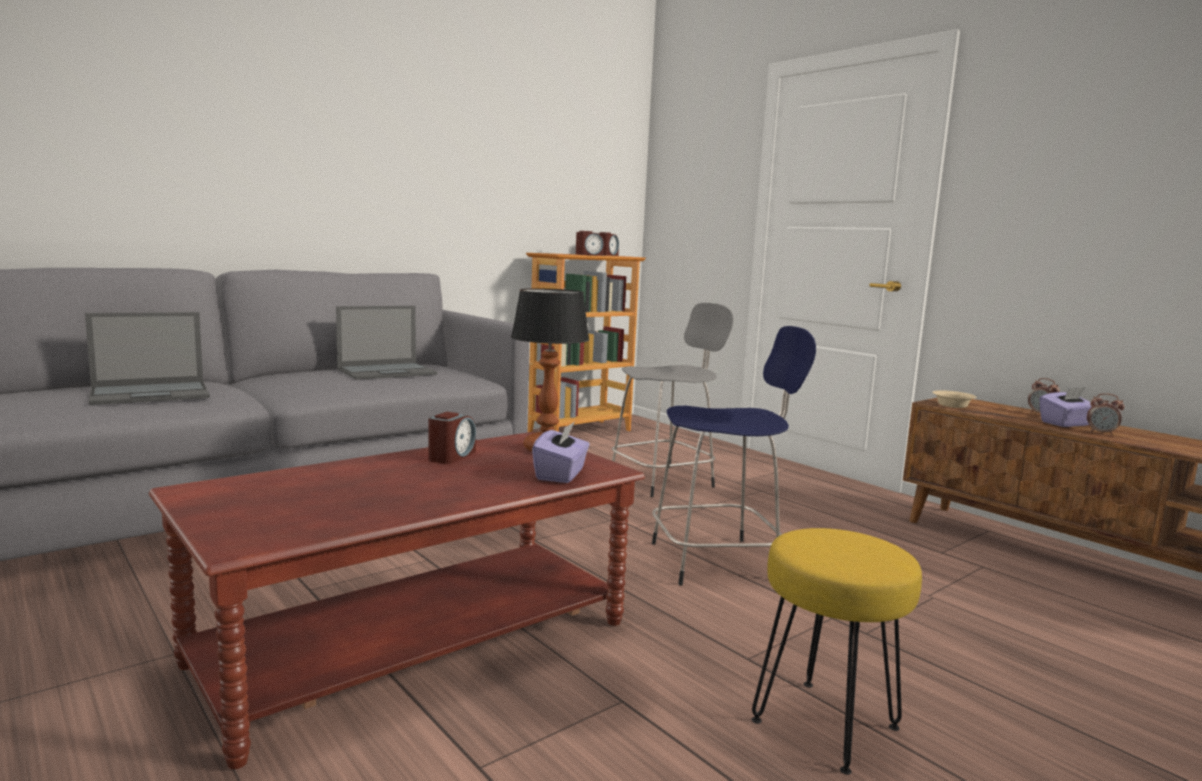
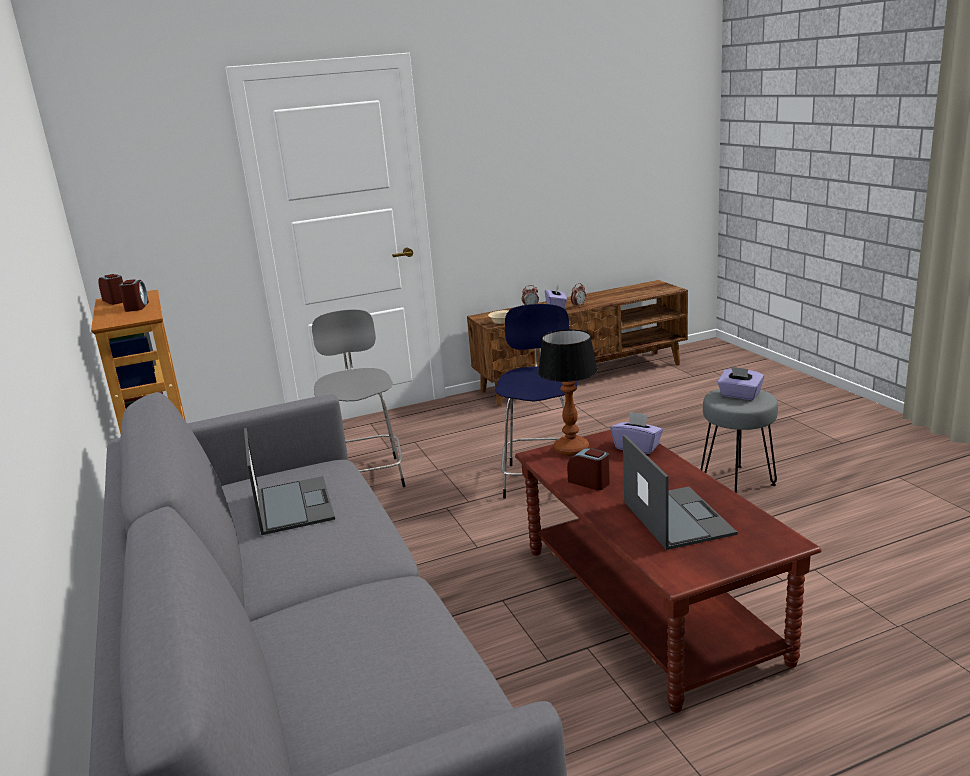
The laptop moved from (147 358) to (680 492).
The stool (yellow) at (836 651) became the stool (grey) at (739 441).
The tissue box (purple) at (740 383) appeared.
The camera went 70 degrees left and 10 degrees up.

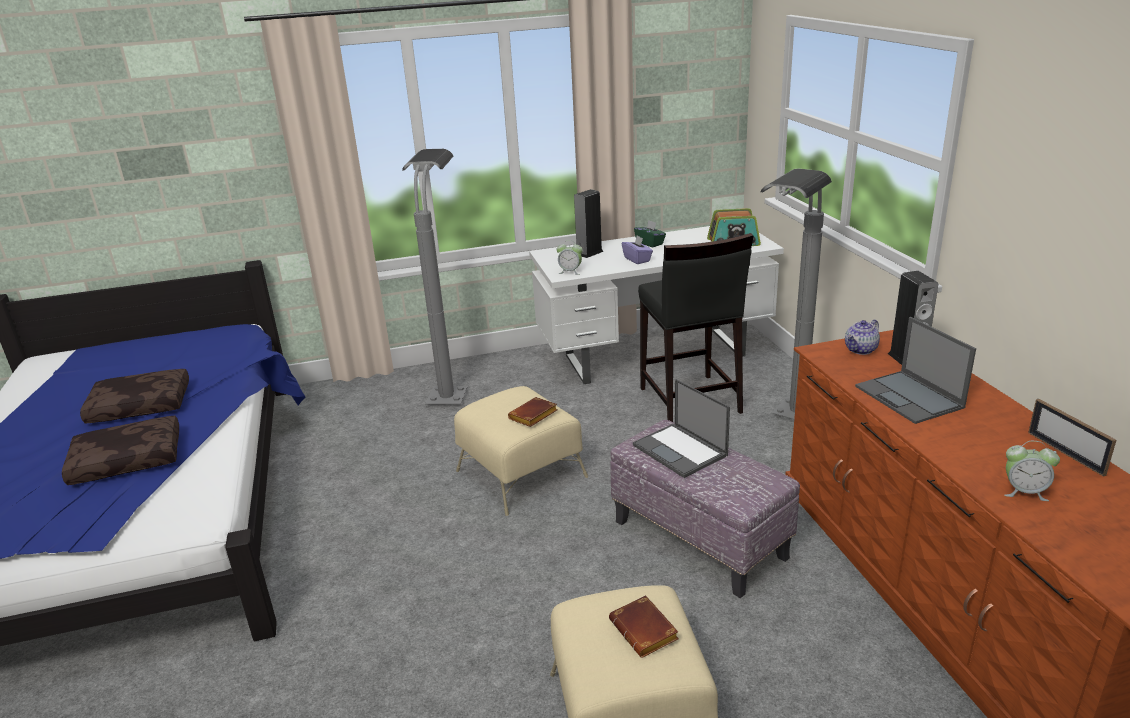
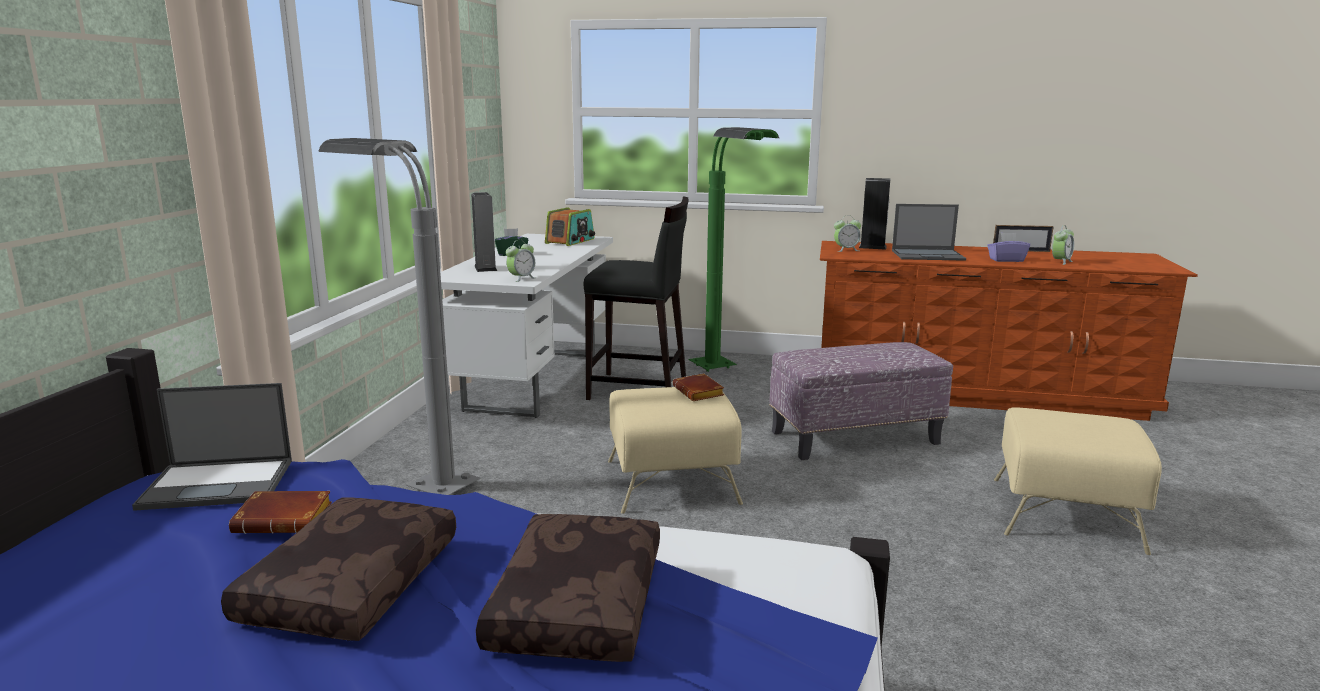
The laptop moved from (681 428) to (212 447).
The book (brown) moved from (644 626) to (280 512).
The floor lamp (grey) at (796 294) became the floor lamp (green) at (734 249).
The teapot at (862 337) was replaced by the alarm clock at (847 233).
The tissue box (purple) moved from (637 249) to (1008 247).
The camera went 65 degrees left and 10 degrees down.

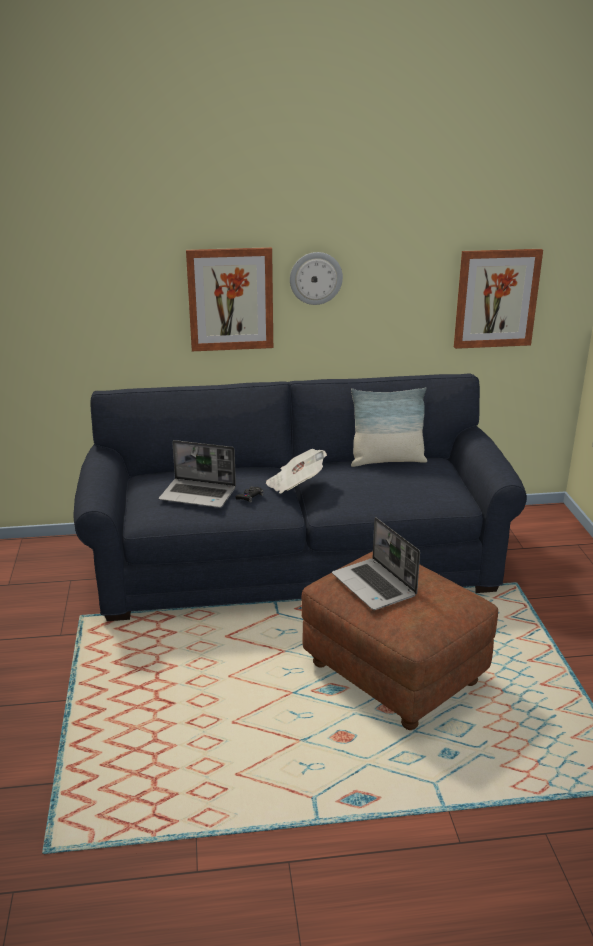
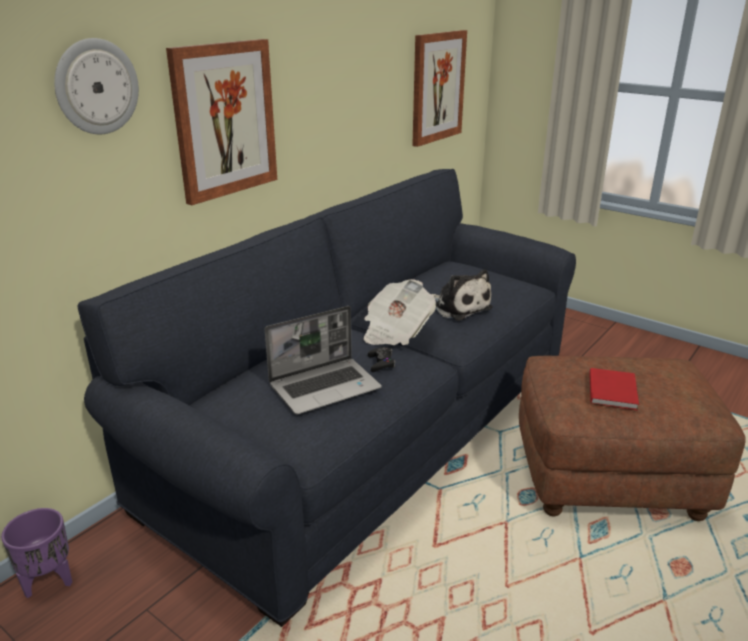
The planter (purple) at (36 553) appeared.
The wall clock moved from (316 278) to (96 86).
The plush toy at (462 295) appeared.
The laptop at (376 563) was replaced by the book (red) at (614 389).
The pillow at (389 427) disappeared.
The camera went 45 degrees left and 0 degrees up.

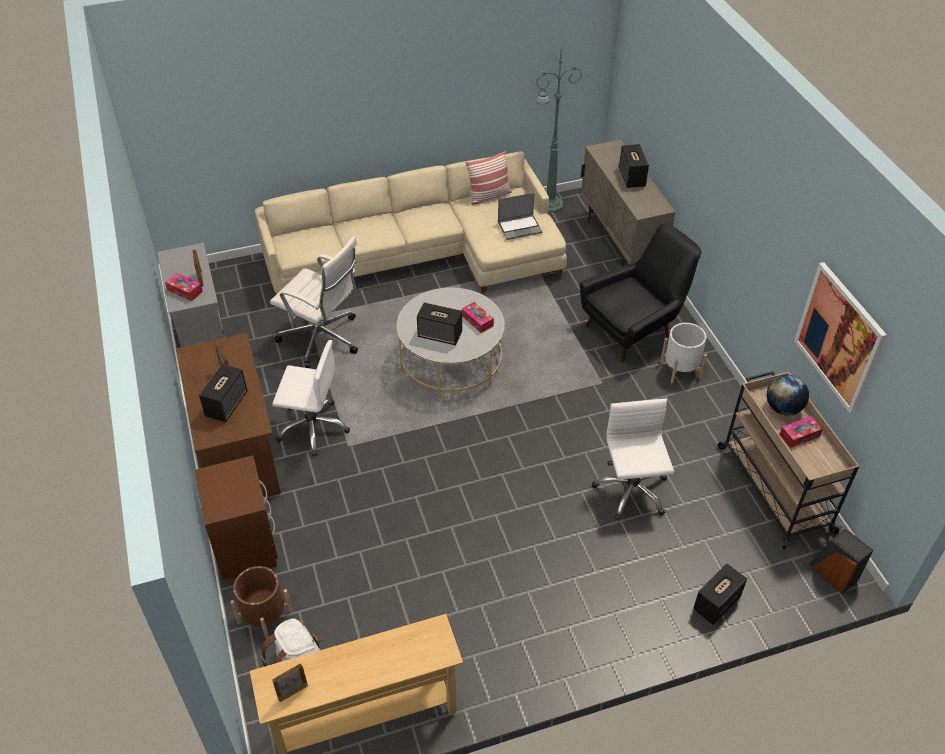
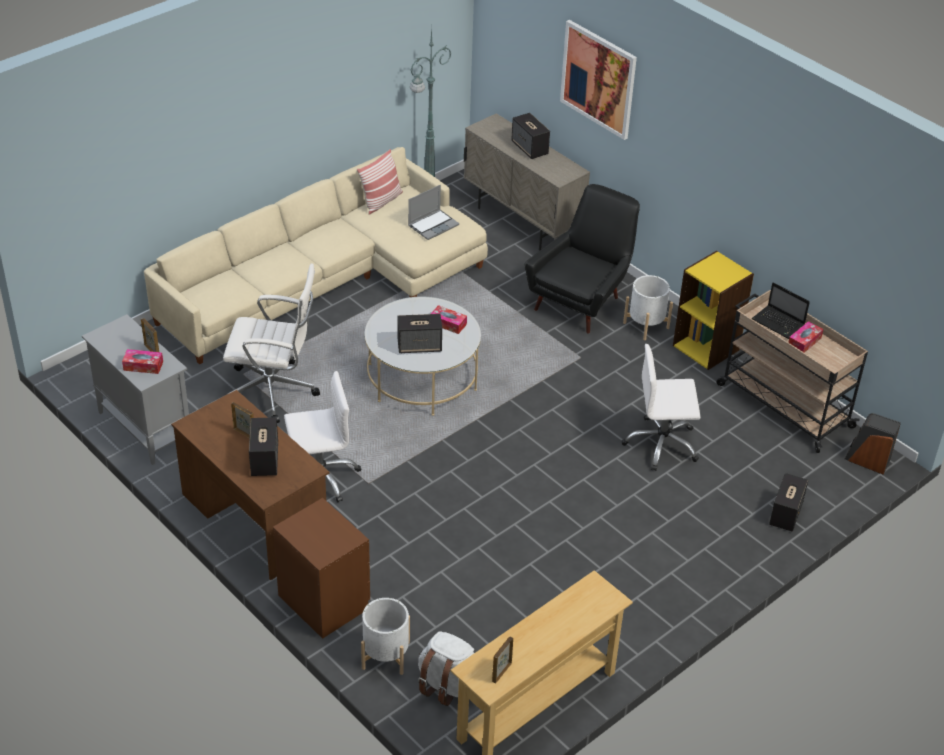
The planter (brown) at (262 602) became the planter (white) at (385 636).
The picture moved from (840 338) to (598 80).
The office chair (white) at (633 459) turned 60 degrees counterclockwise.
The bookcase (yellow) at (713 310) appeared.
The globe at (788 395) was replaced by the laptop at (781 310).
The camera went 25 degrees left and 5 degrees down.

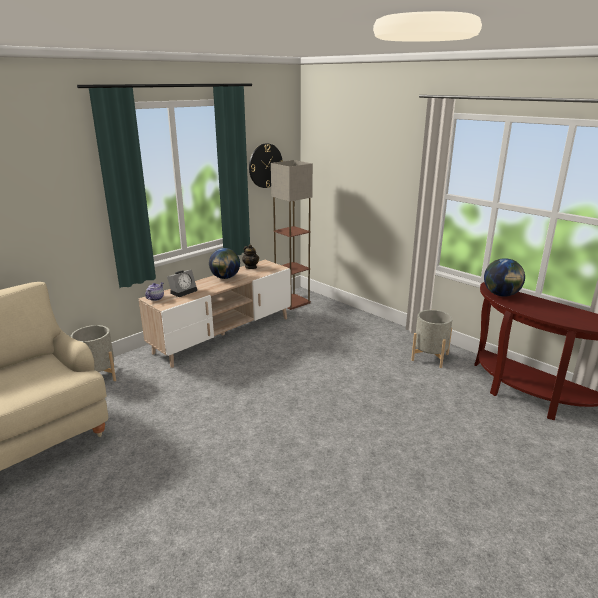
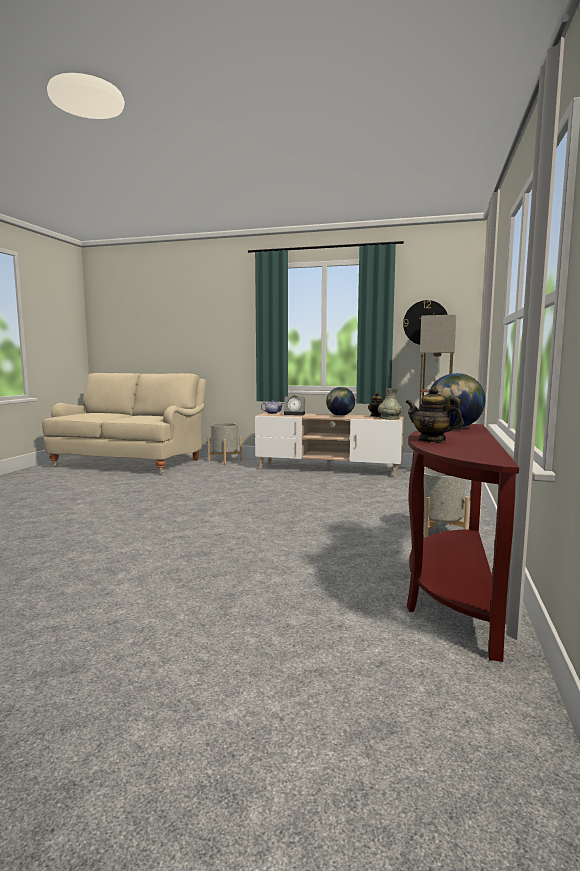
The vase (grey) at (390 404) appeared.
The teapot at (434 415) appeared.
The camera went 60 degrees right and 15 degrees down.

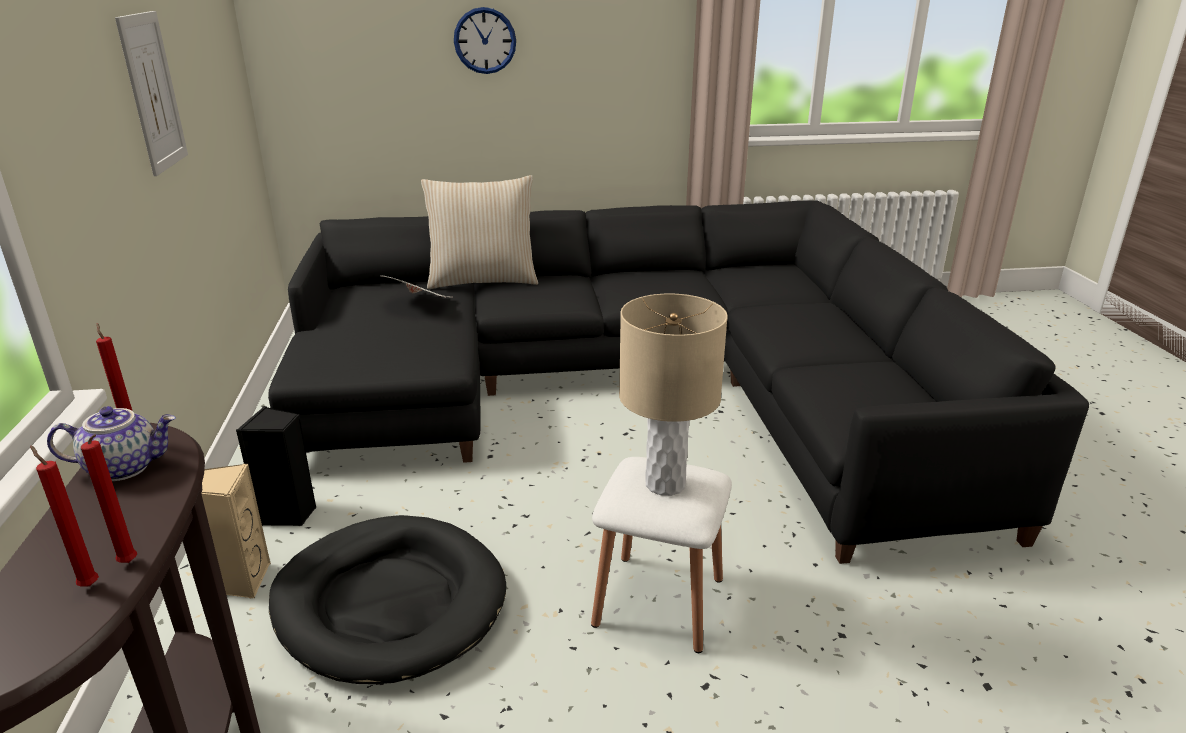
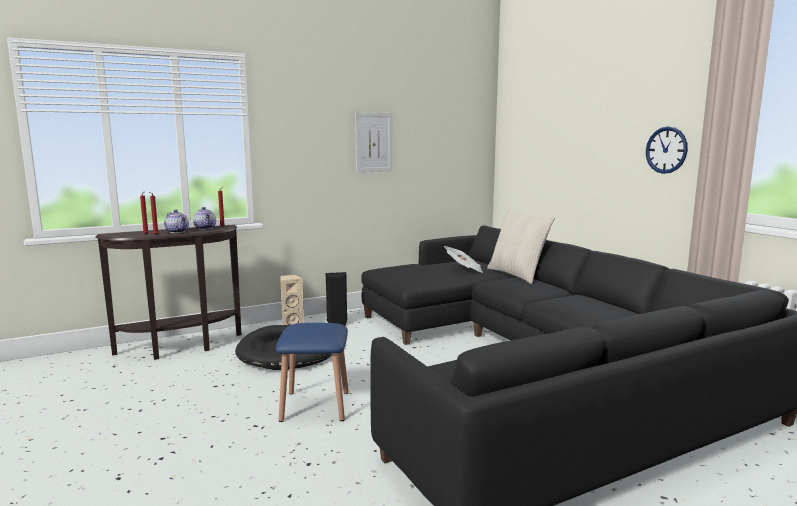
The teapot at (176 221) appeared.
The stool (white) at (661 555) became the stool (blue) at (312 372).
The wall clock moved from (485 40) to (667 150).
The table lamp (beige) at (673 395) disappeared.
The camera went 70 degrees right and 15 degrees down.

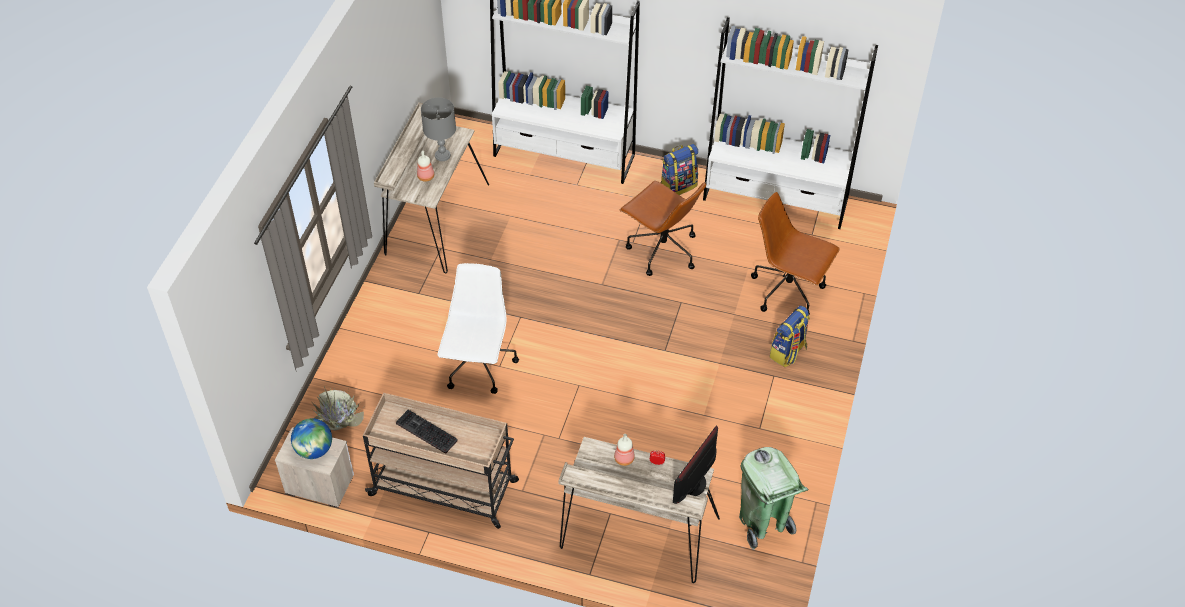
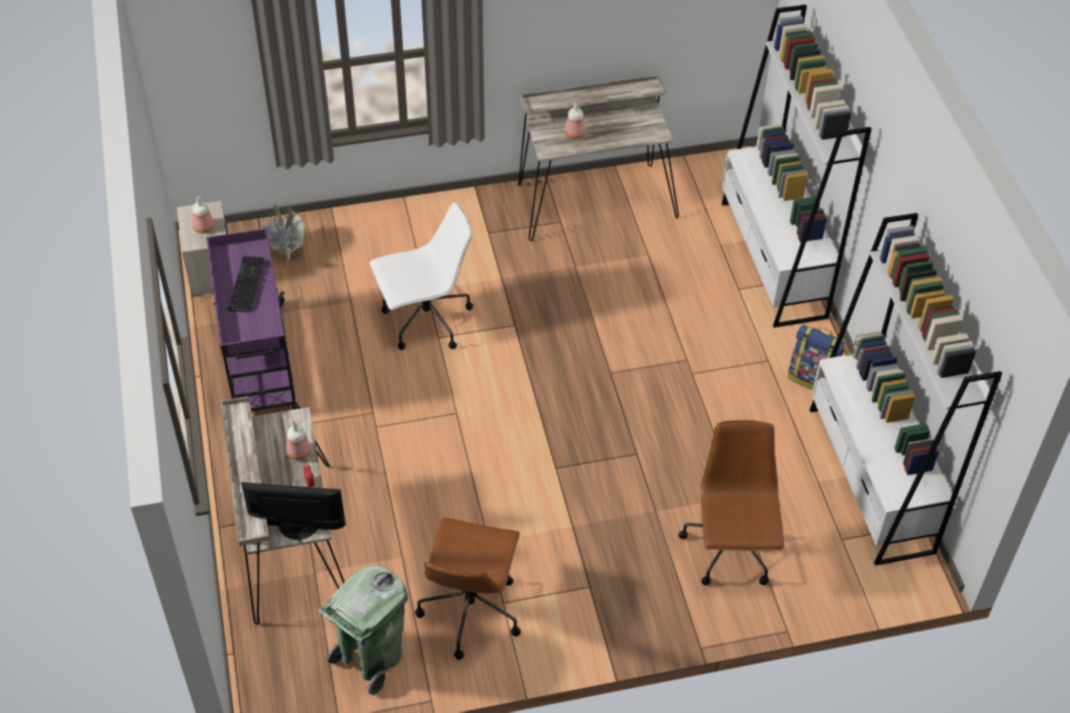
The globe at (311 438) was replaced by the bottle at (203 215).
The cart (beige) at (441 461) became the cart (purple) at (253 320).
The office chair (brown) moved from (663 228) to (468 588).
The table lamp (grey) at (438 129) disappeared.
The backpack at (790 336) disappeared.
The camera went 60 degrees right and 0 degrees up.

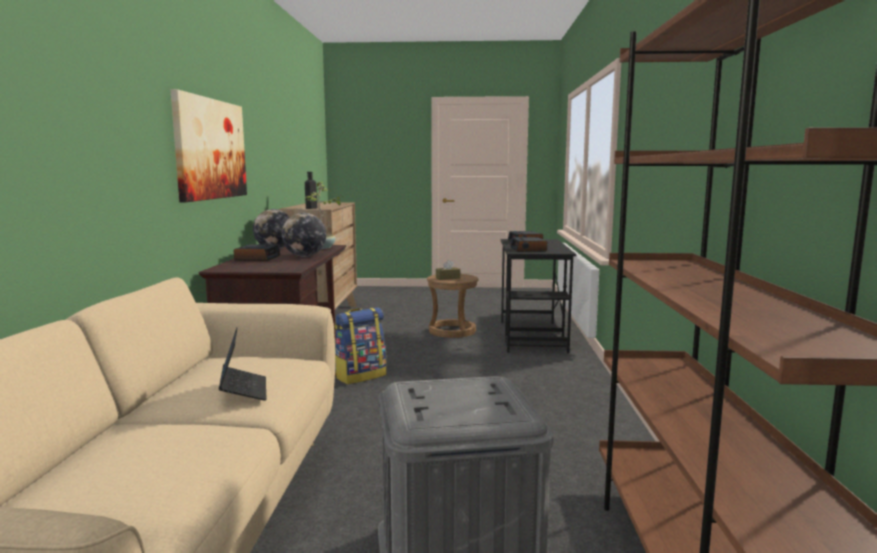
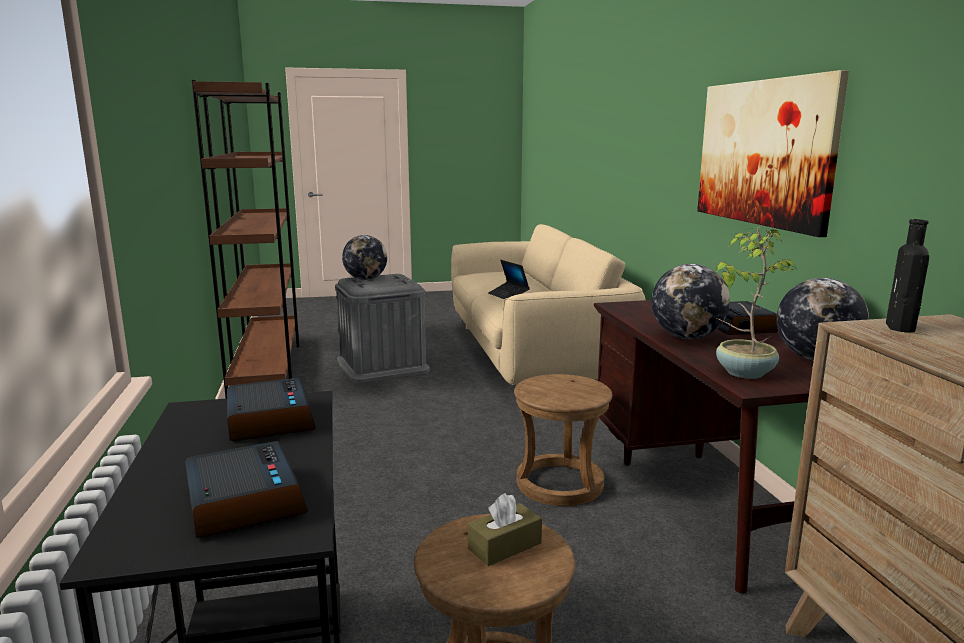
The globe at (364 257) appeared.
The backpack at (361 345) was replaced by the stool (brown) at (563 440).
The camera went 165 degrees right and 5 degrees up.

